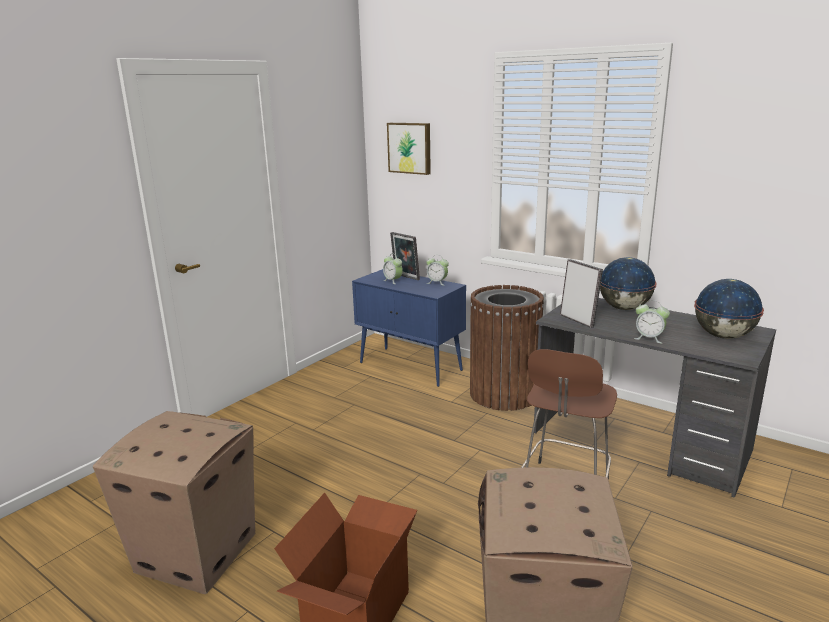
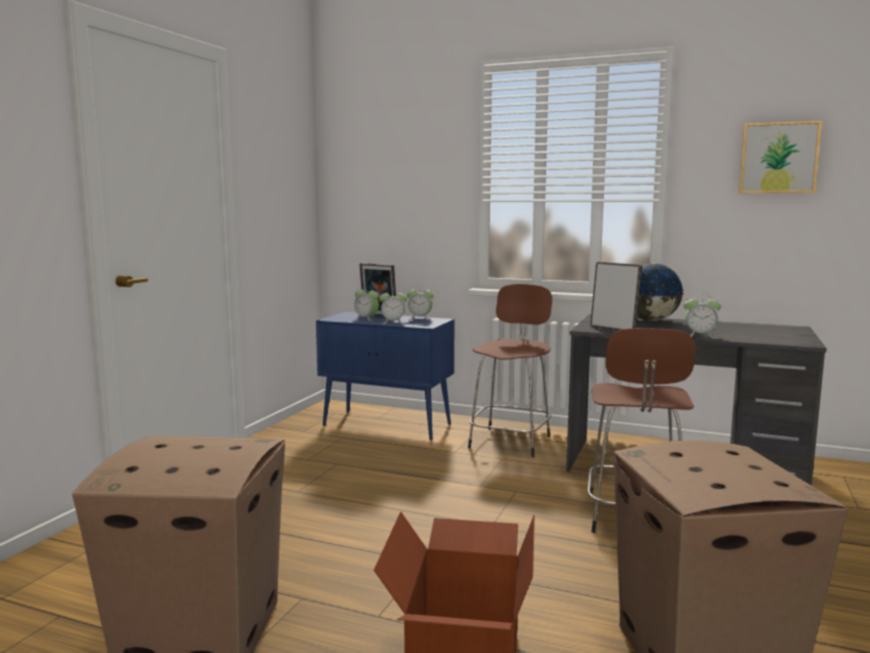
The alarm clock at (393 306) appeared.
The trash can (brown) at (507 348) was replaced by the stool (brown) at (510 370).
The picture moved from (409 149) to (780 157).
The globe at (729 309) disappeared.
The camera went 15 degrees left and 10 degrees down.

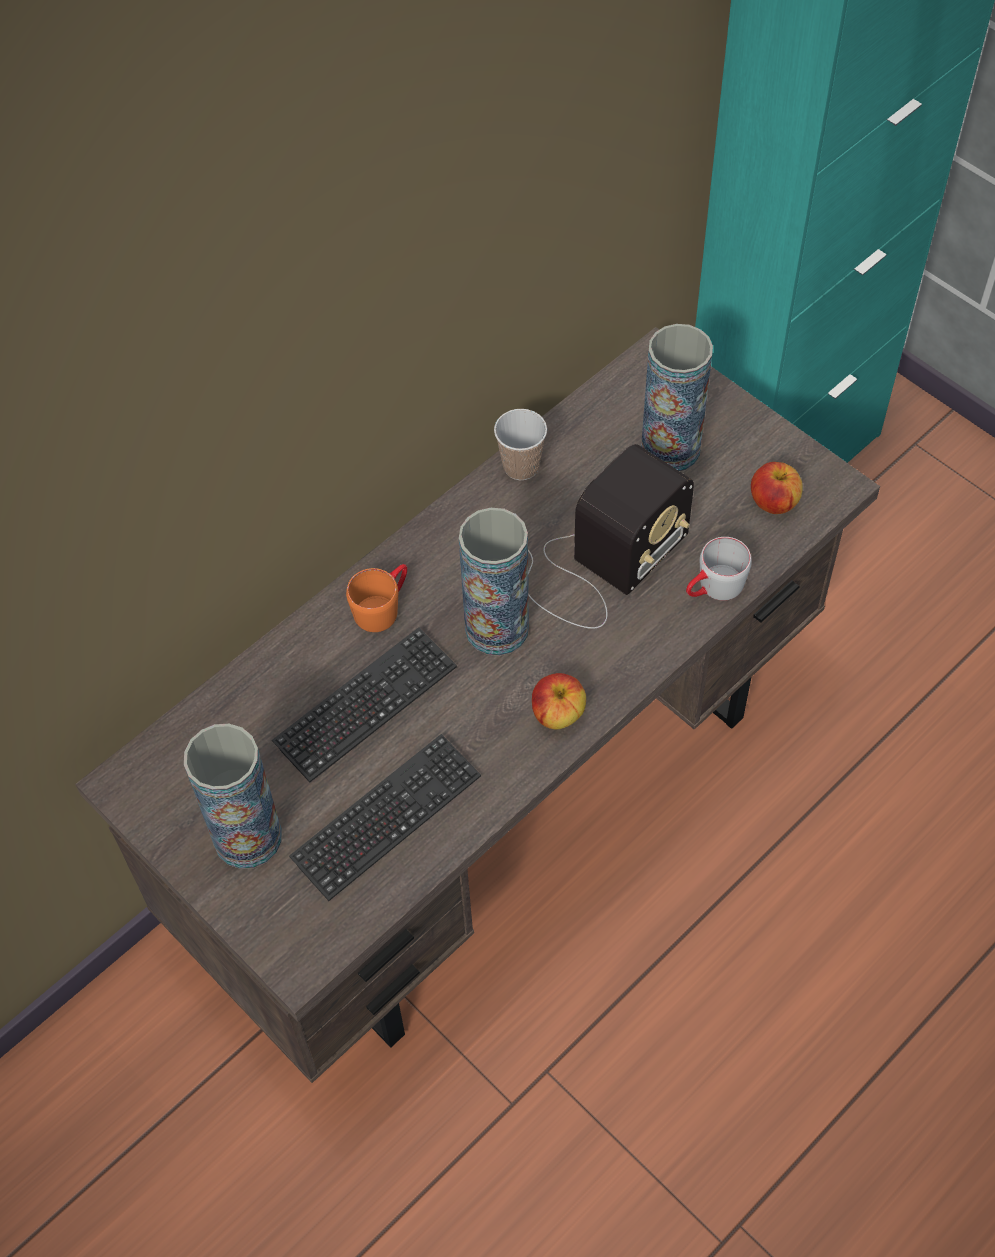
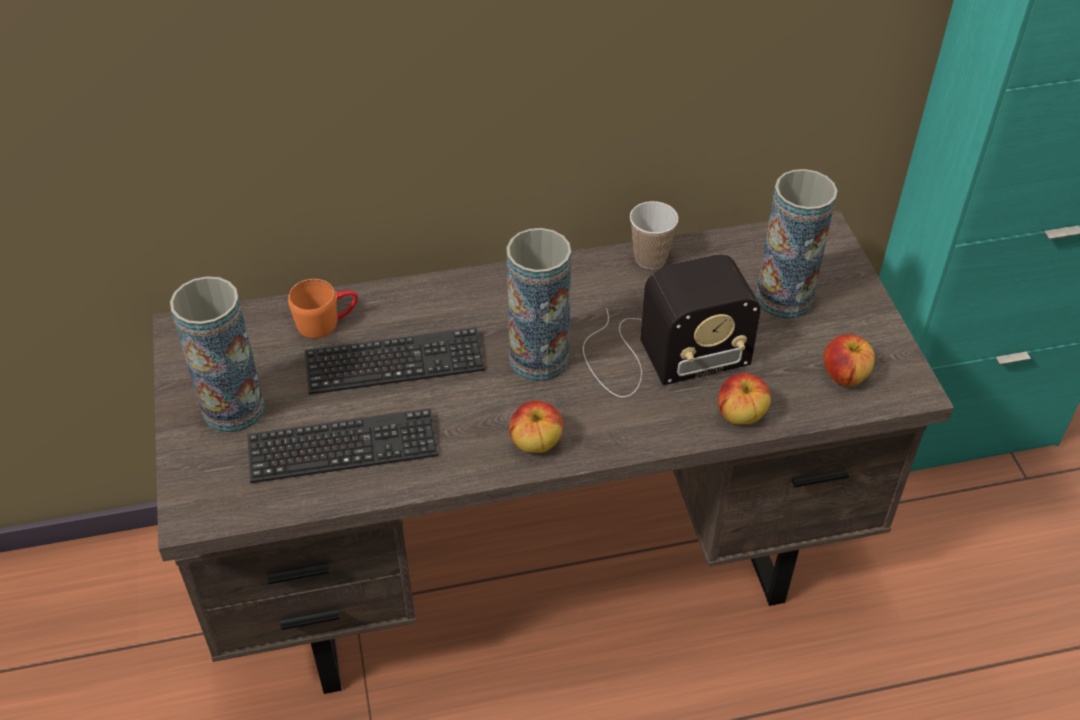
The mug (orange) moved from (376 598) to (323 308).
The mug (grey) at (719 569) was replaced by the apple at (744 399).
The camera went 30 degrees right and 10 degrees down.

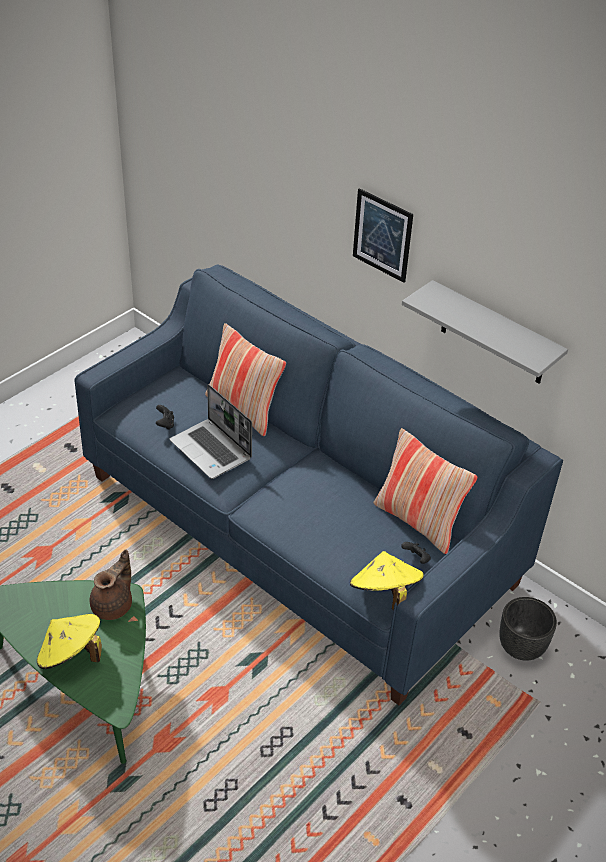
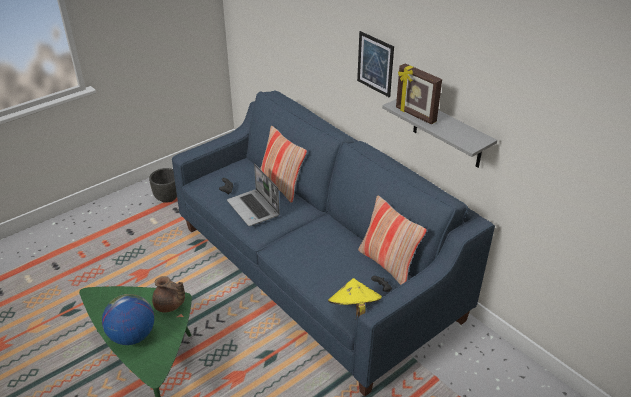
The hat (yellow) at (69 641) was replaced by the globe at (128 319).
The planter (black) moved from (528 629) to (163 185).
The teapot (brown) at (111 584) turned 75 degrees clockwise.
The picture frame at (419 93) appeared.
The camera went 10 degrees right and 5 degrees down.

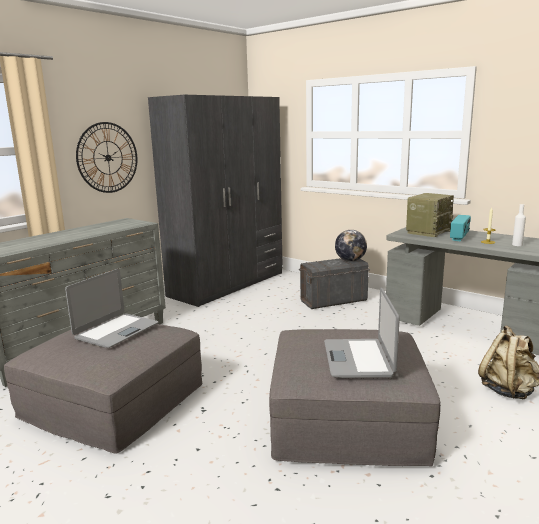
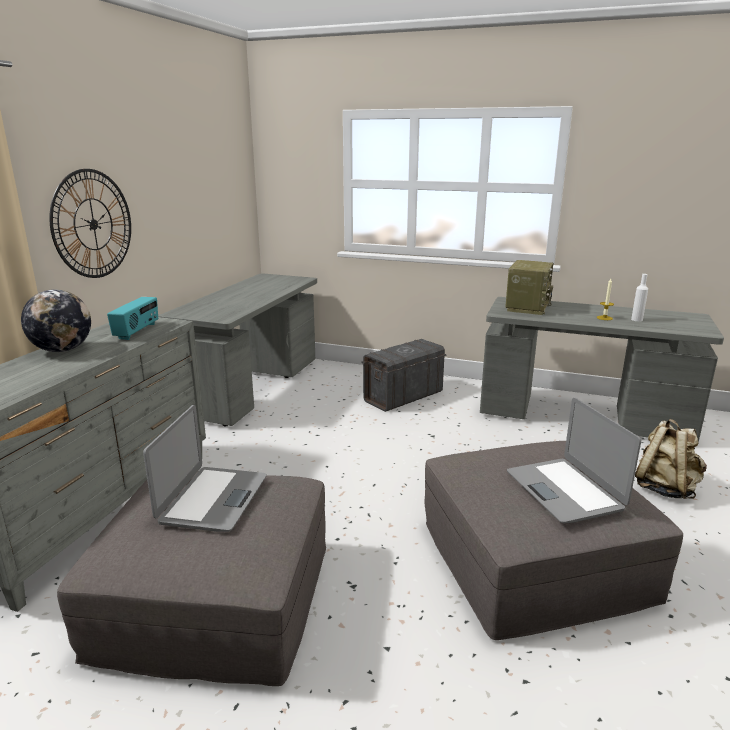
The globe moved from (351 246) to (56 320).
The radio moved from (460 228) to (132 318).
The wardrobe (grey) at (215 201) was replaced by the desk (grey) at (237 350).
The camera went 20 degrees left and 5 degrees up.

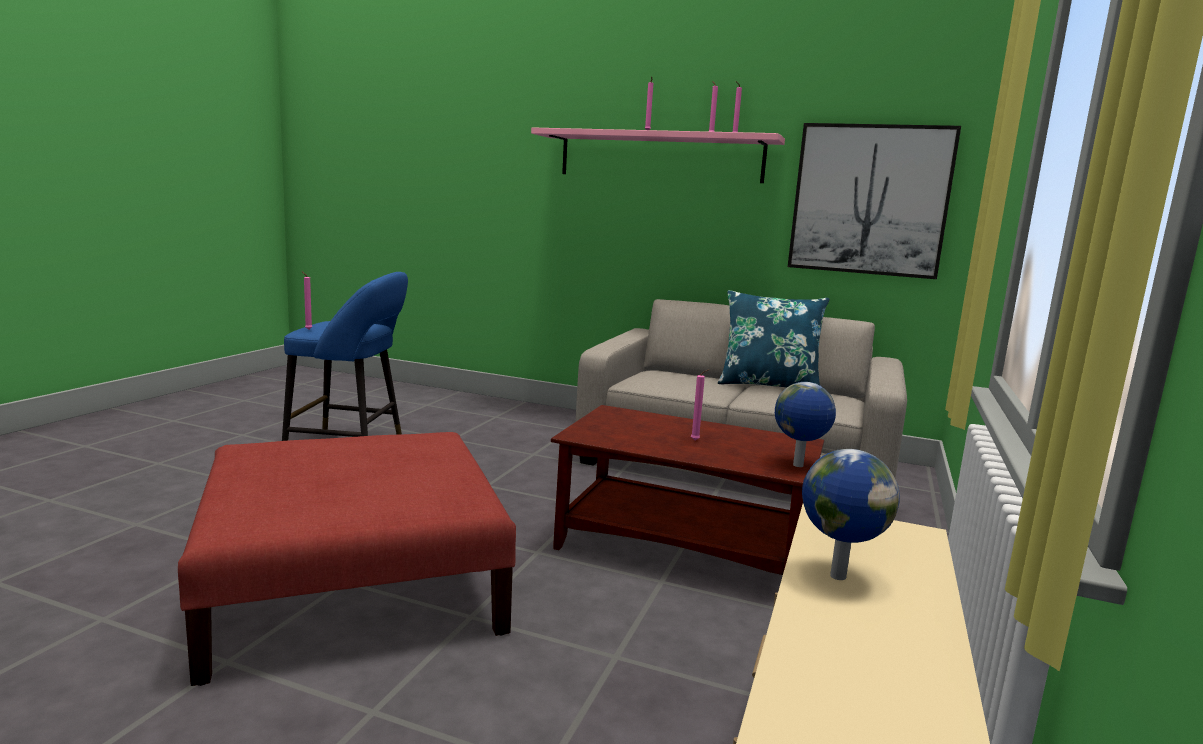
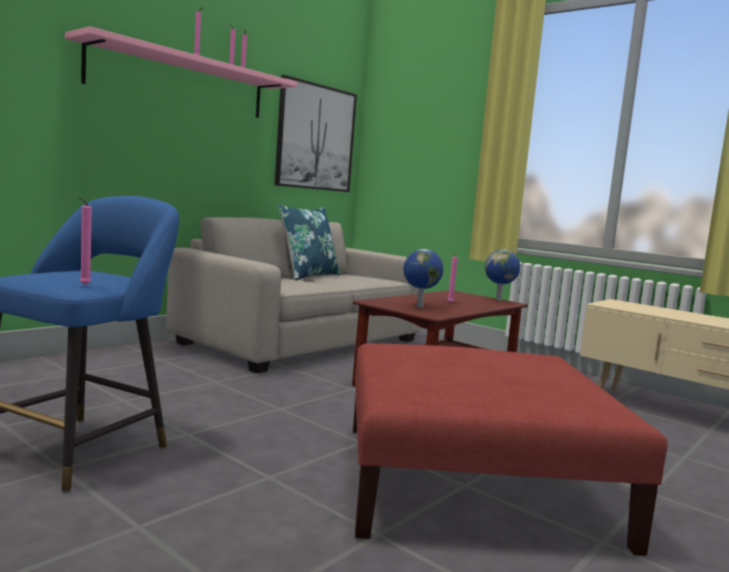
The globe moved from (851 514) to (423 278).
The camera went 70 degrees left and 5 degrees down.

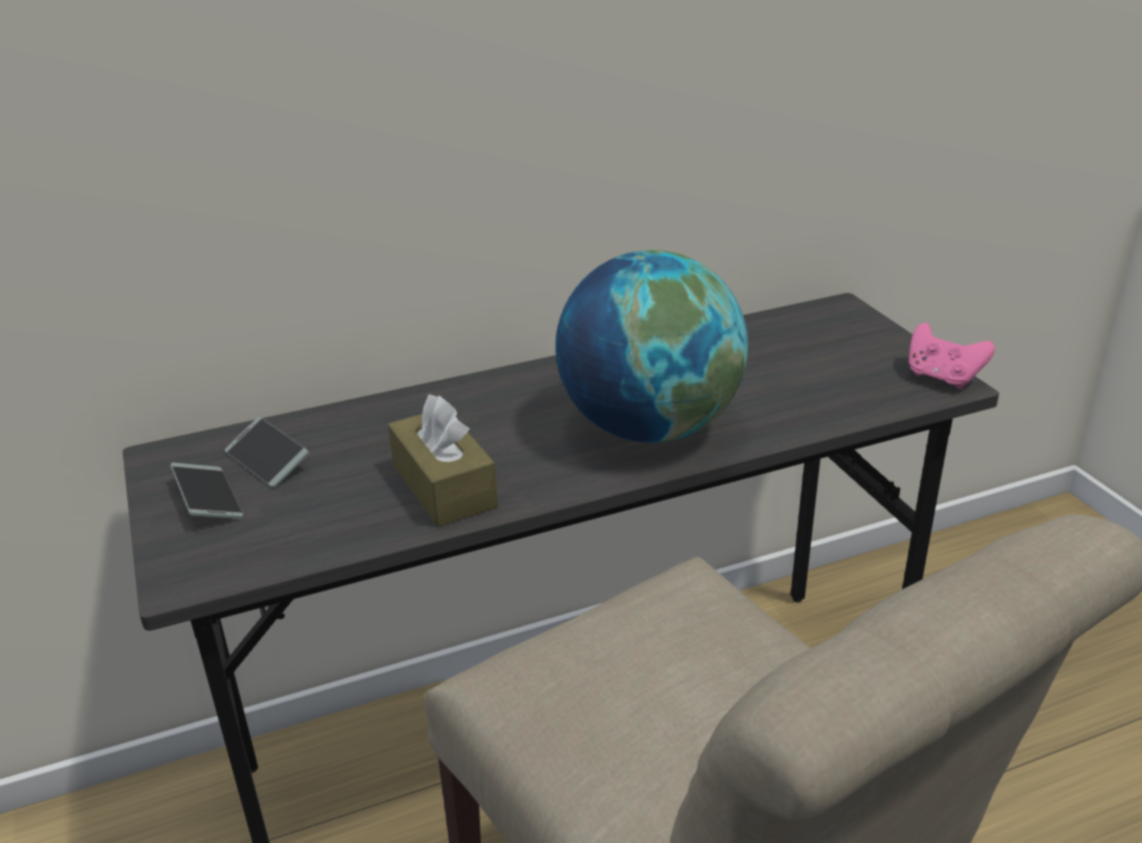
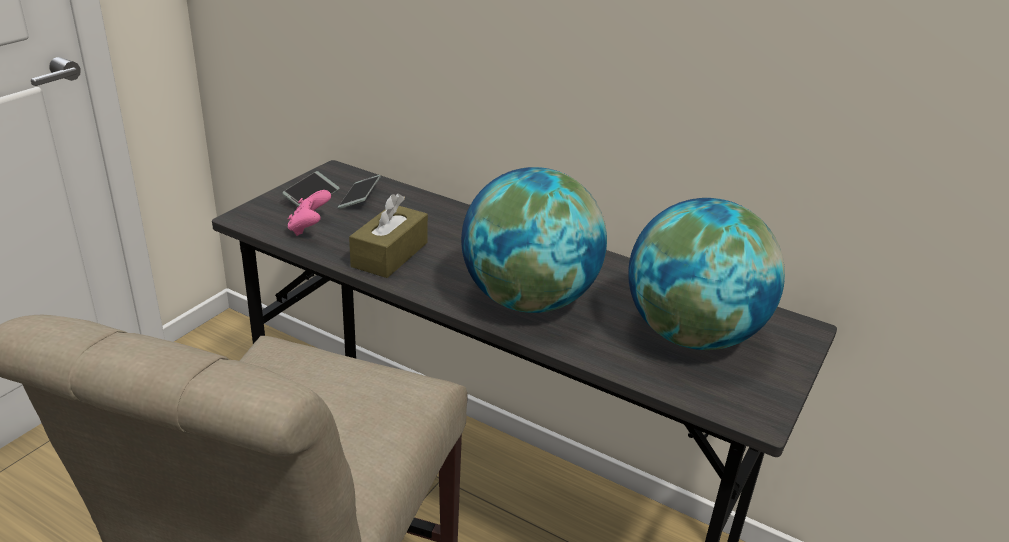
The game controller (pink) moved from (952 356) to (309 213).
The globe at (706 274) appeared.
The camera went 50 degrees right and 0 degrees up.

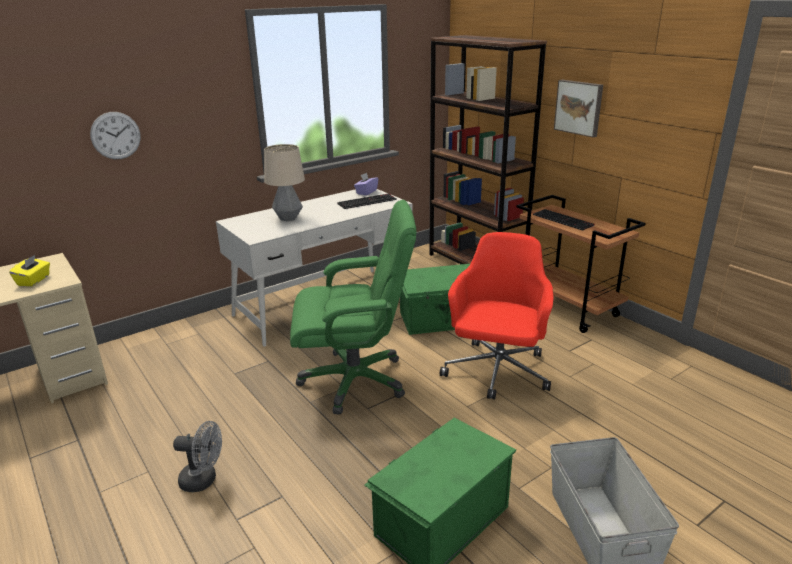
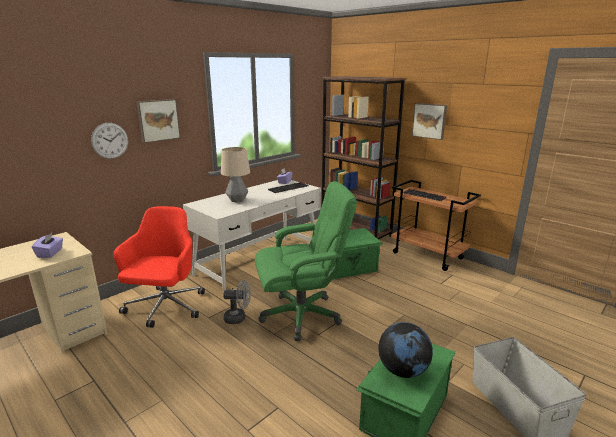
The tissue box (yellow) at (29 270) became the tissue box (purple) at (47 245).
The office chair (red) moved from (496 316) to (159 267).
The picture at (158 121) appeared.
The fan (grey) moved from (197 456) to (237 302).
The globe at (405 350) appeared.
The camera went 10 degrees left and 5 degrees down.

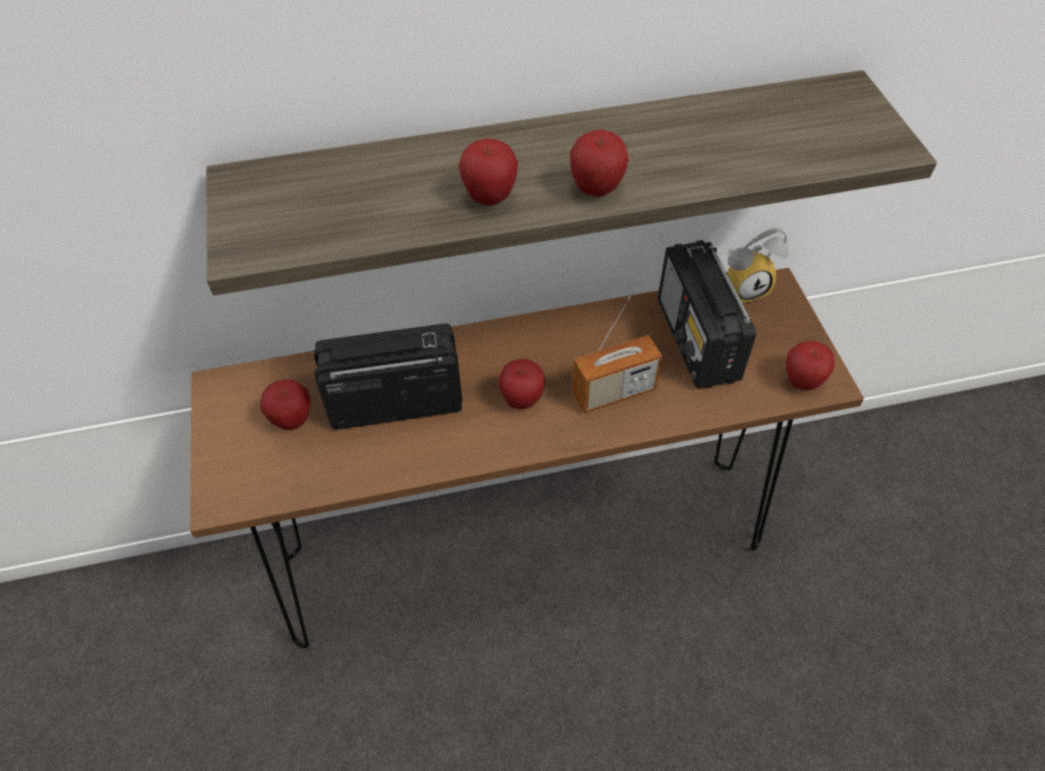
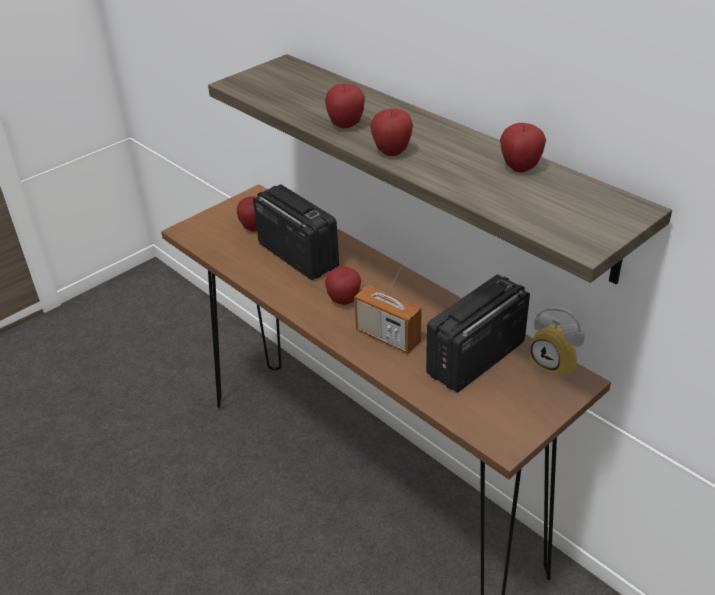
The apple moved from (810 365) to (523 148).
The camera went 60 degrees right and 15 degrees down.

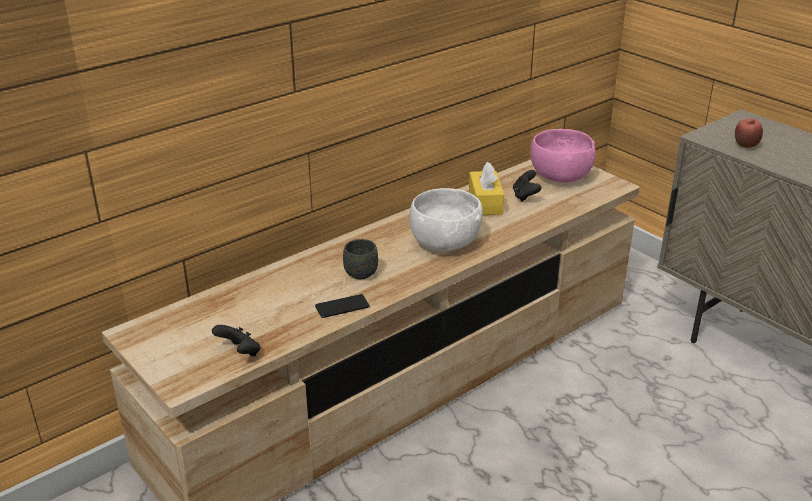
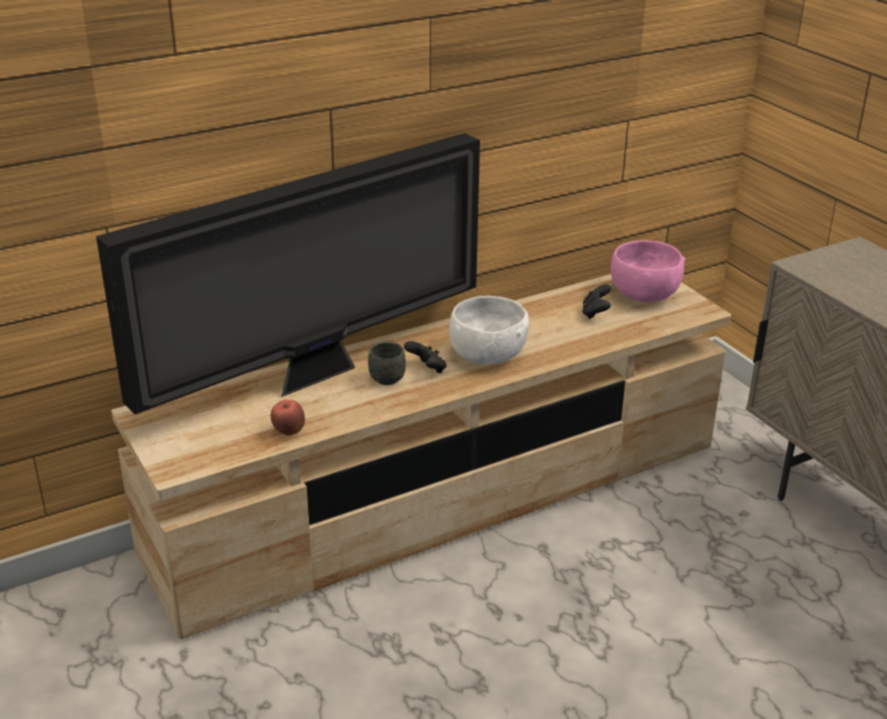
The television at (288 273) appeared.
The apple moved from (749 133) to (288 417).
The game controller (black) moved from (236 340) to (425 357).
The phone at (342 306) disappeared.
The tissue box (yellow) at (486 188) disappeared.
The camera went 10 degrees right and 0 degrees up.

